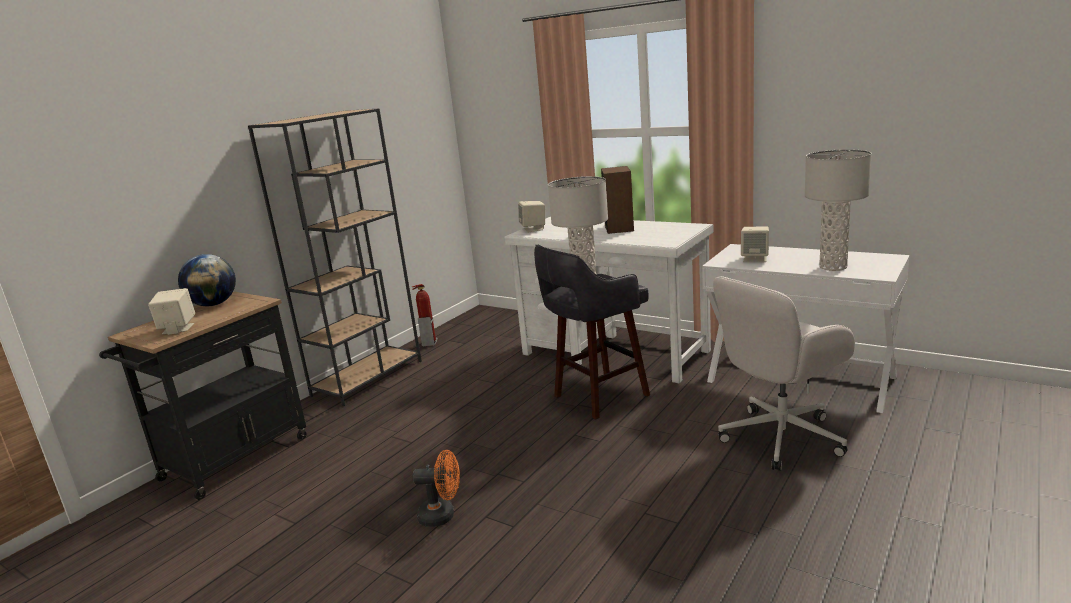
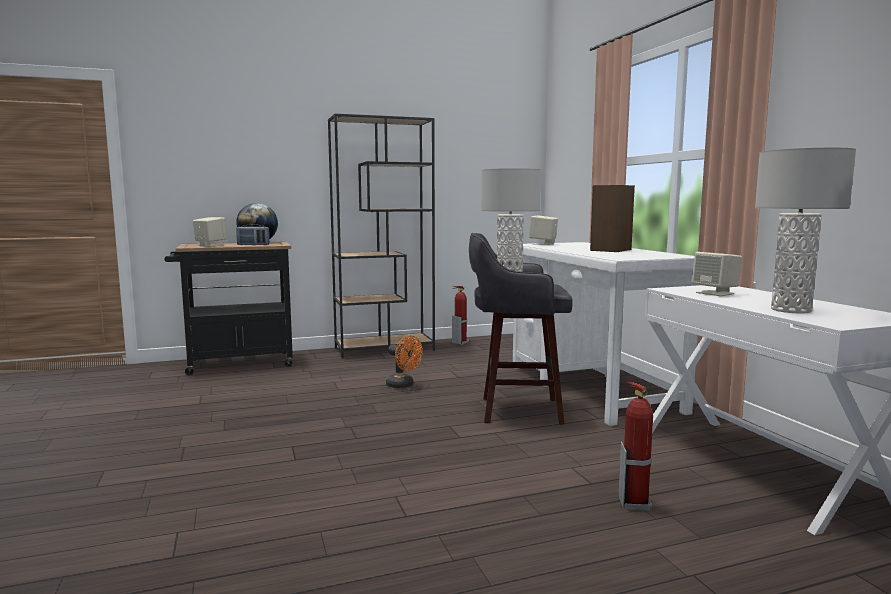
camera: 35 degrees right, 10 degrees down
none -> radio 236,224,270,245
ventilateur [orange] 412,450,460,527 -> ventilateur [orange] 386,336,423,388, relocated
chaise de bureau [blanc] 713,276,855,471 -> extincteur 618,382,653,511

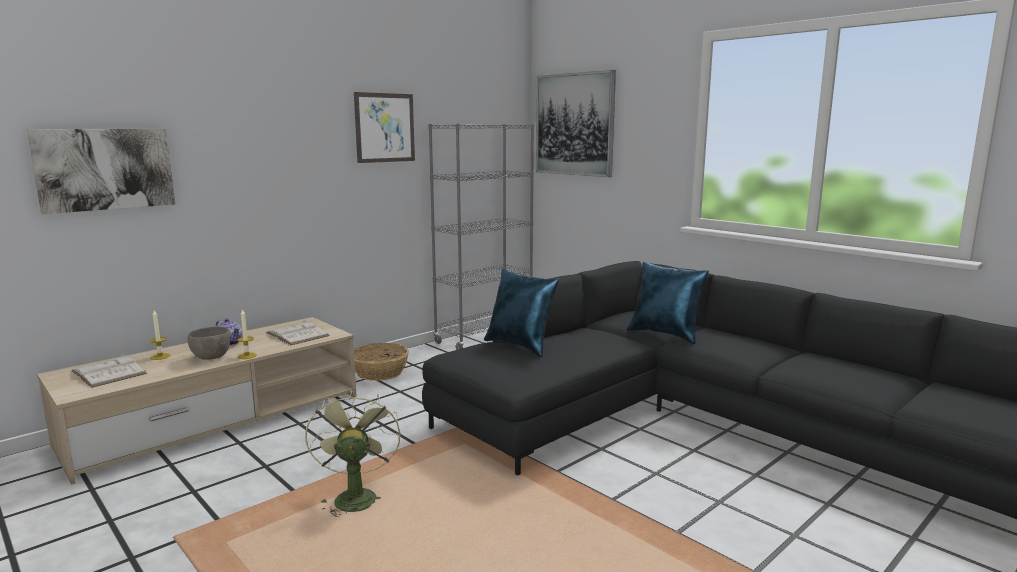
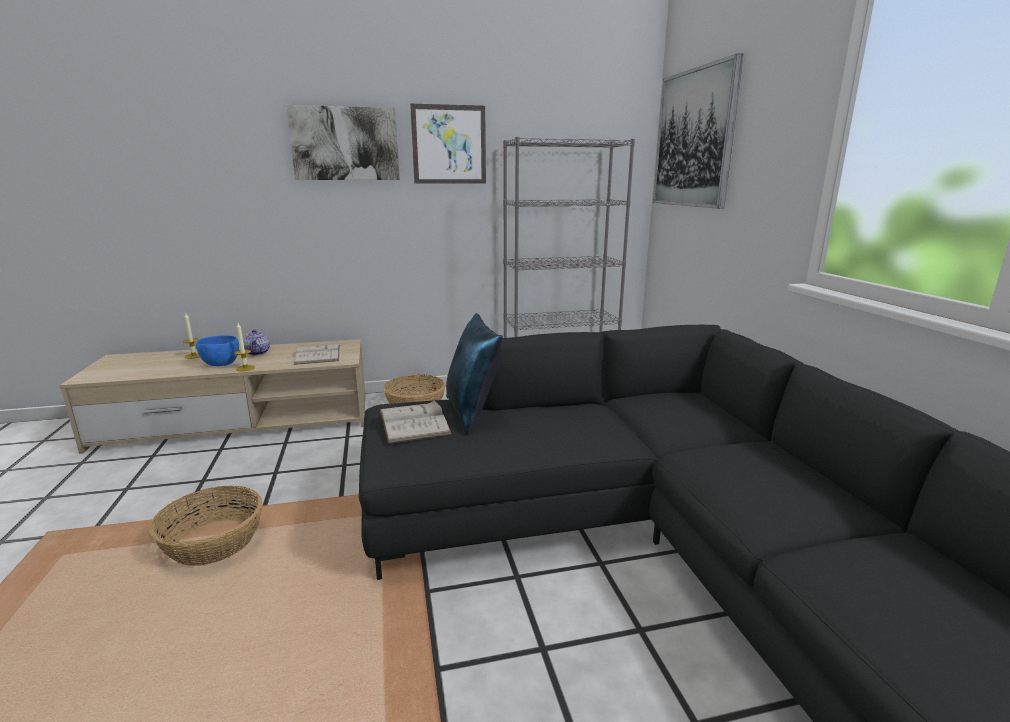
camera: 30 degrees right, 5 degrees up
coussin [bleu] 627,262,709,344 -> none
tableau 27,129,175,214 -> tableau 286,105,400,180, relocated
livre [blanc] 72,355,147,388 -> livre [blanc] 380,400,452,444, relocated
ventilateur [vert] 305,389,401,517 -> panier 149,485,262,566
bol [gris] 188,327,230,360 -> bol [bleu] 196,335,239,366

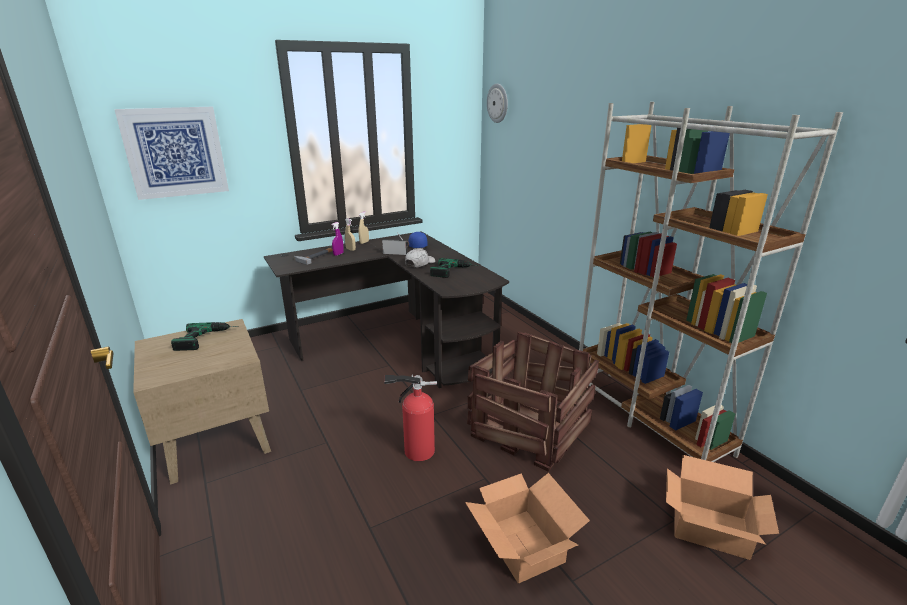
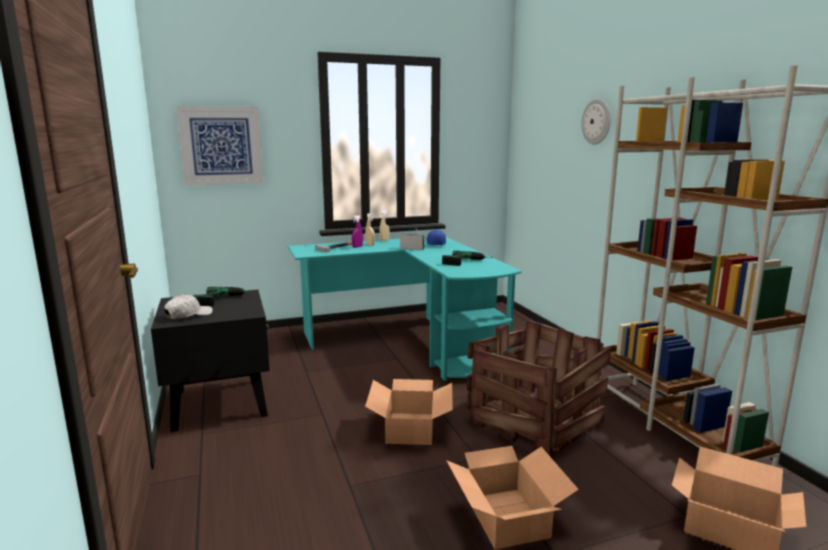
camera: 10 degrees right, 10 degrees down
casquette [blanc] 405,248,435,267 -> casquette [blanc] 164,295,213,319, relocated
horloge murale 487,84,508,123 -> horloge murale 581,98,611,145, relocated
extincteur 384,374,437,461 -> carton 365,379,453,445
table de chevet [beige] 133,319,271,485 -> table de chevet [noir] 151,290,270,432
bureau [noir] 264,231,509,388 -> bureau [turquoise] 288,237,522,381

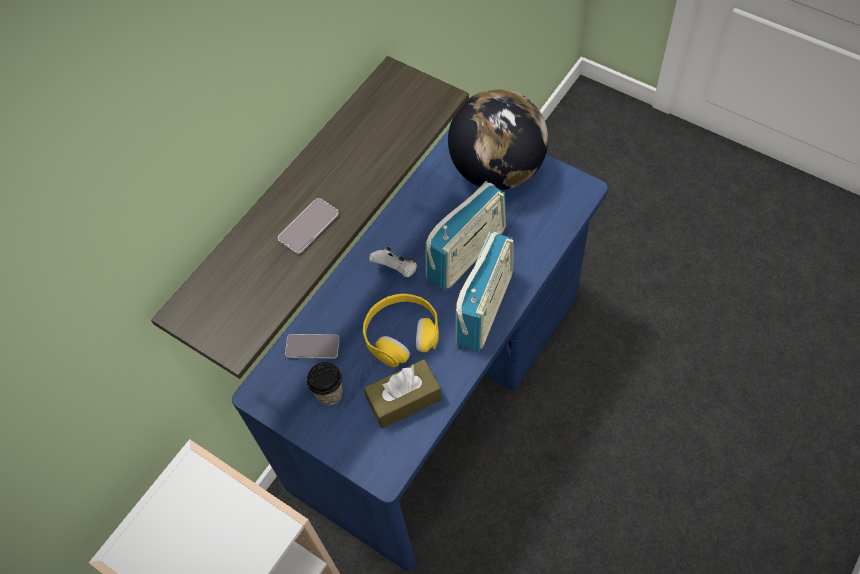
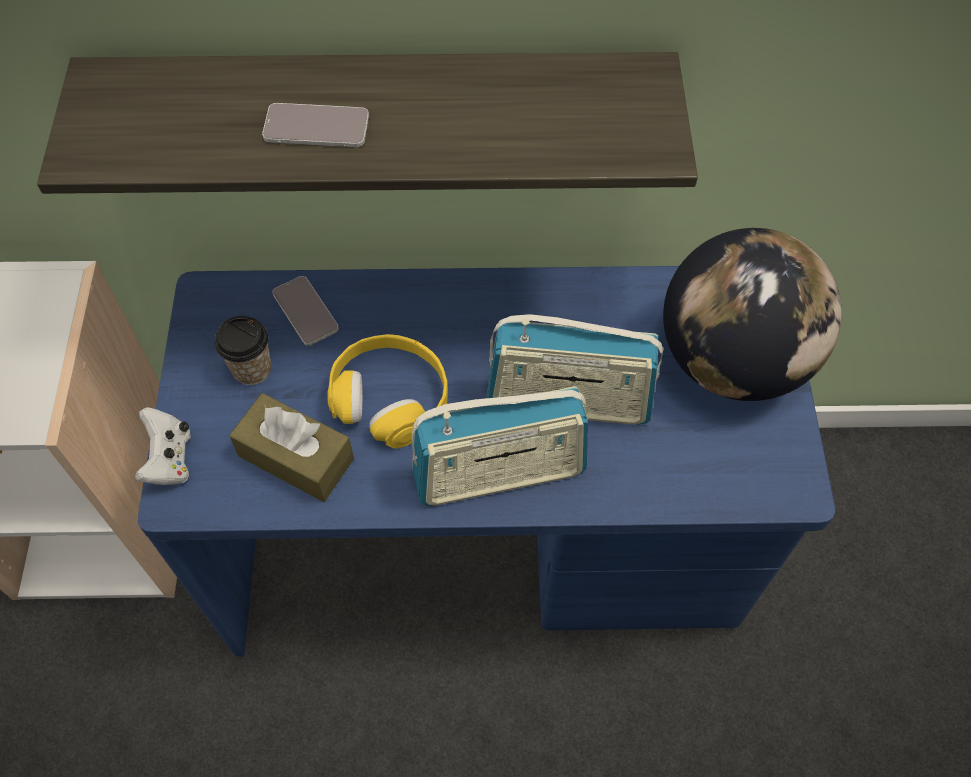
camera: 50 degrees right, 0 degrees up
manette [blanc] 369,247,417,277 -> manette [blanc] 134,407,191,485, relocated

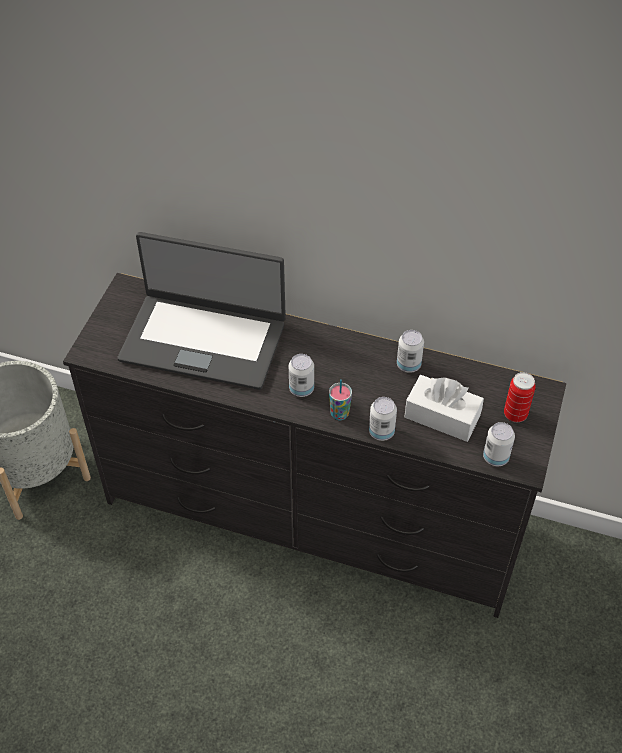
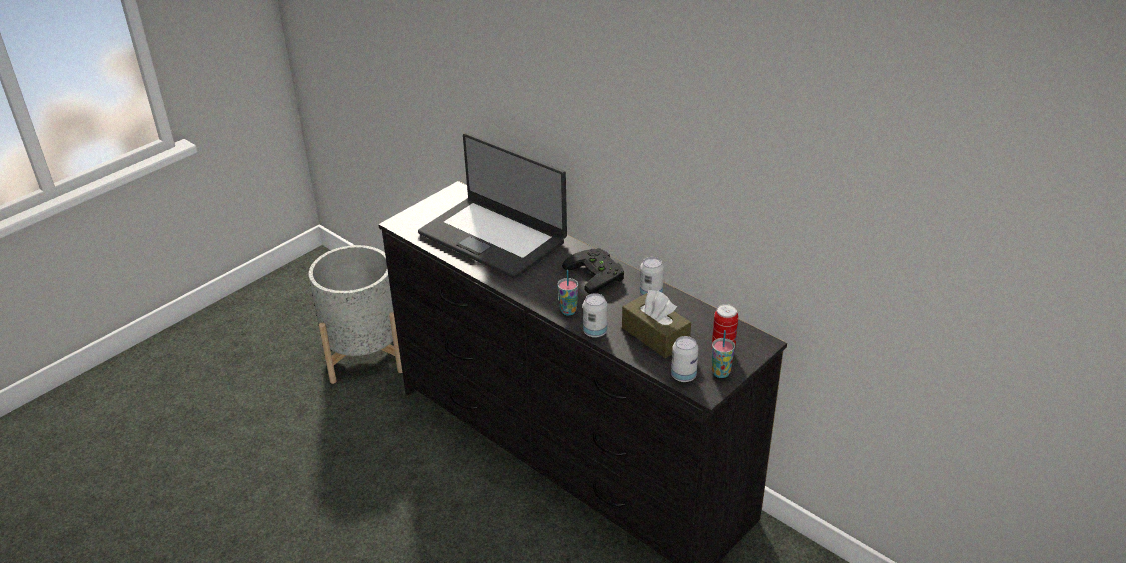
camera: 25 degrees right, 15 degrees down
boîte métallique 289,354,314,397 -> none
none -> manette [noir] 562,248,624,294
none -> tasse 712,330,735,378
boîte à mouchoirs [blanc] 404,375,484,442 -> boîte à mouchoirs [marron] 622,290,691,359

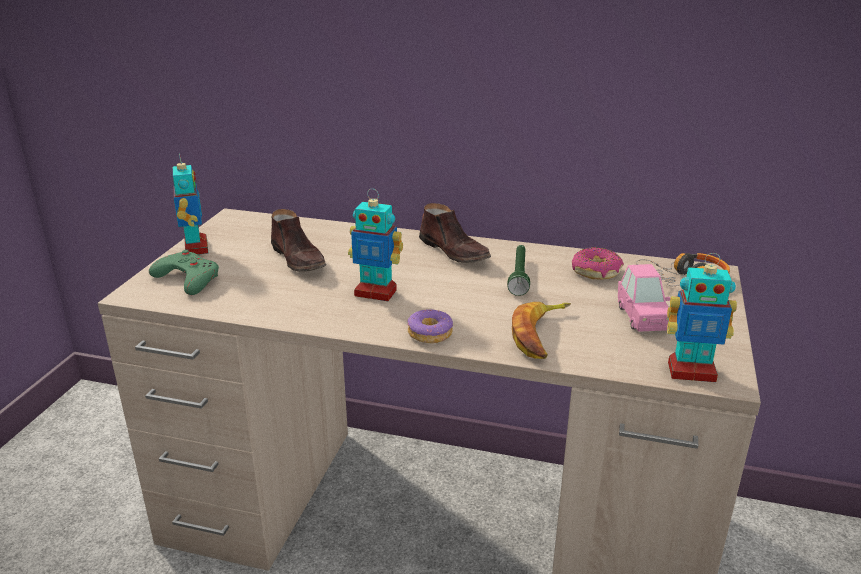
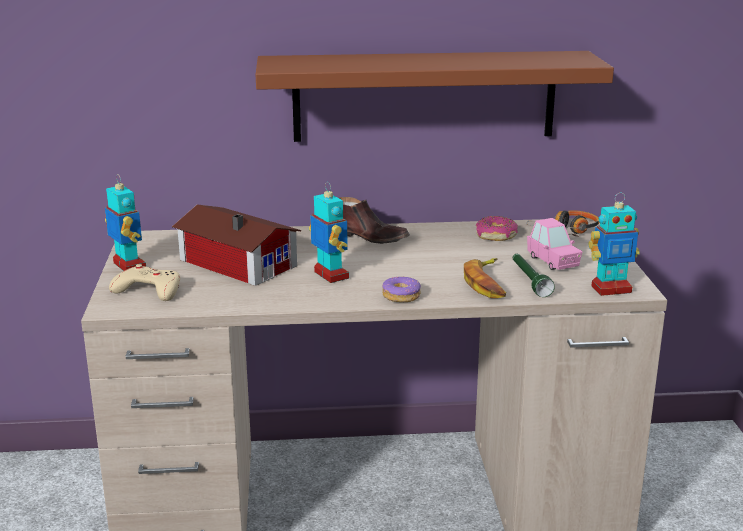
camera: 20 degrees left, 5 degrees down
none -> étagère [marron] 255,51,614,142
lampe de poche [vert] 507,245,530,296 -> lampe de poche [vert] 513,254,555,297, relocated
chaussure [marron] 271,209,326,272 -> maison miniature 172,204,301,286
manette [vert] 149,250,219,295 -> manette [beige] 109,264,180,301
robot jouet 348,189,403,301 -> robot jouet 309,182,349,283, 120 degrees counterclockwise

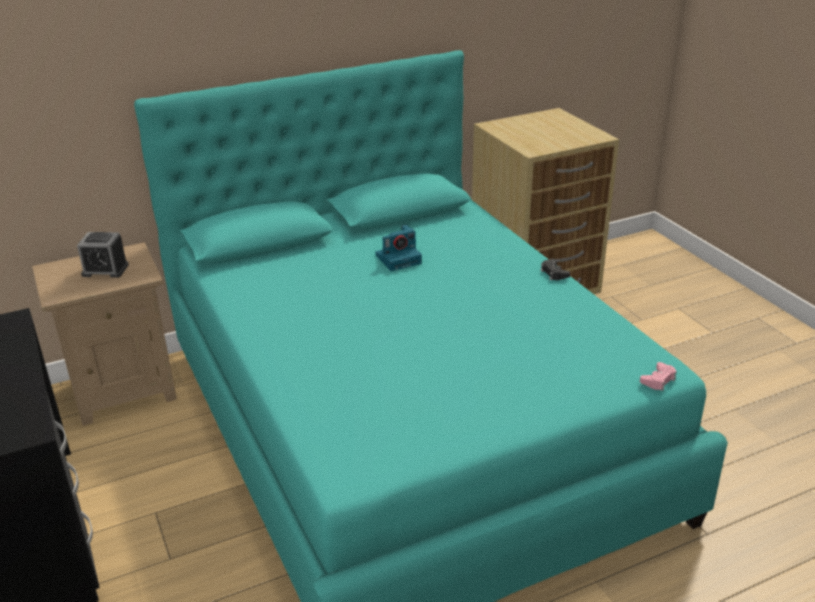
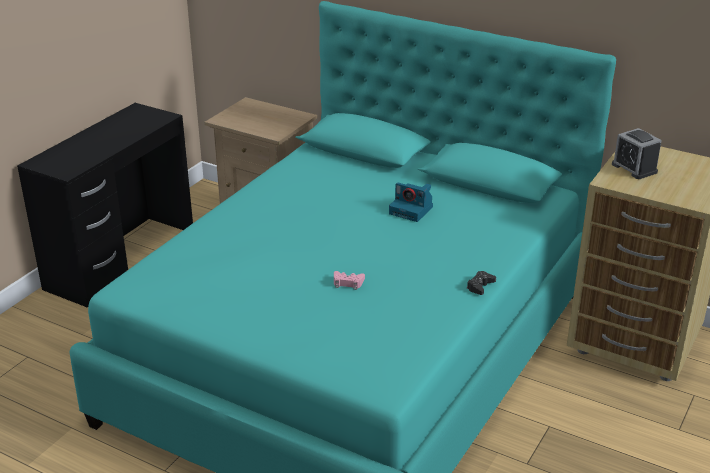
camera: 55 degrees right, 0 degrees up
réveil 77,232,129,278 -> réveil 612,128,662,179, relocated
manette [rose] 640,362,677,391 -> manette [rose] 334,271,365,290, relocated

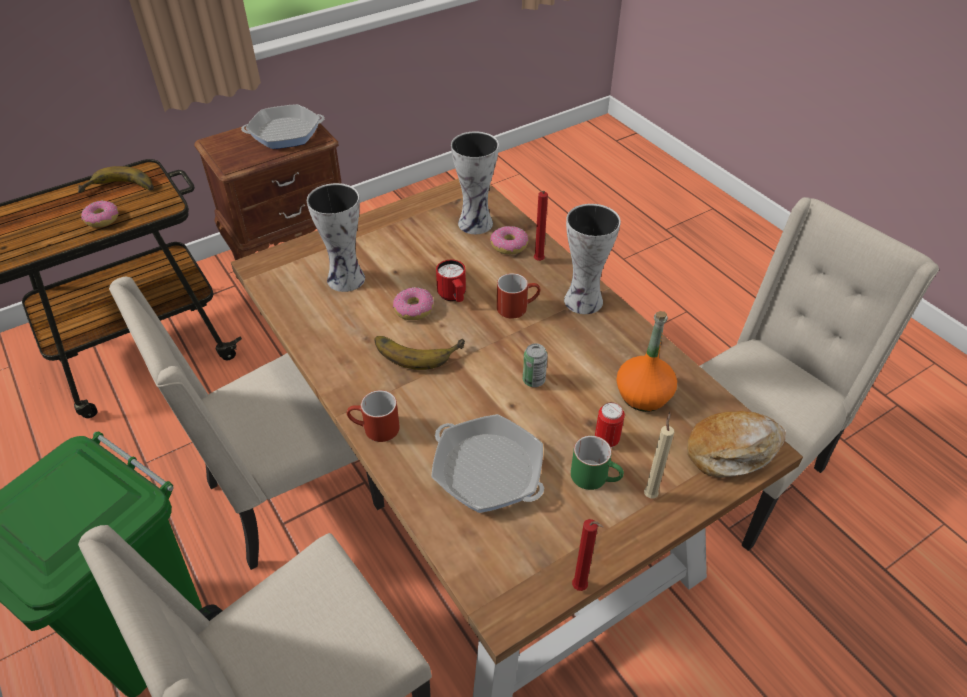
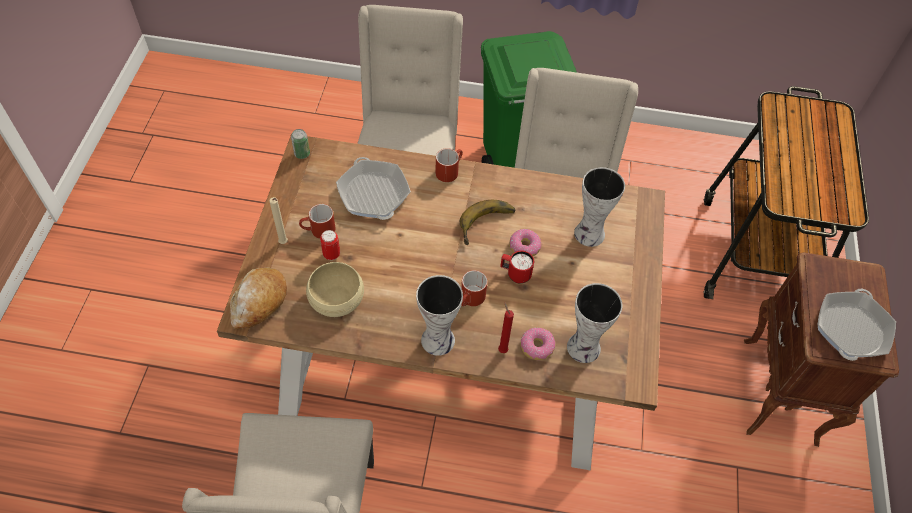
camera: 130 degrees right, 10 degrees up
banane 78,166,154,193 -> none
beignet 81,201,119,227 -> none
bougie [rouge] 572,519,604,591 -> none
boîte métallique 523,344,548,387 -> boîte métallique 291,129,310,159, relocated
bouteille [orange] 616,311,677,412 -> bol [beige] 306,262,364,317
mug [vert] 571,436,624,490 -> mug [rouge] 299,204,335,239
poêle 431,414,544,513 -> poêle 336,157,411,220, 75 degrees clockwise

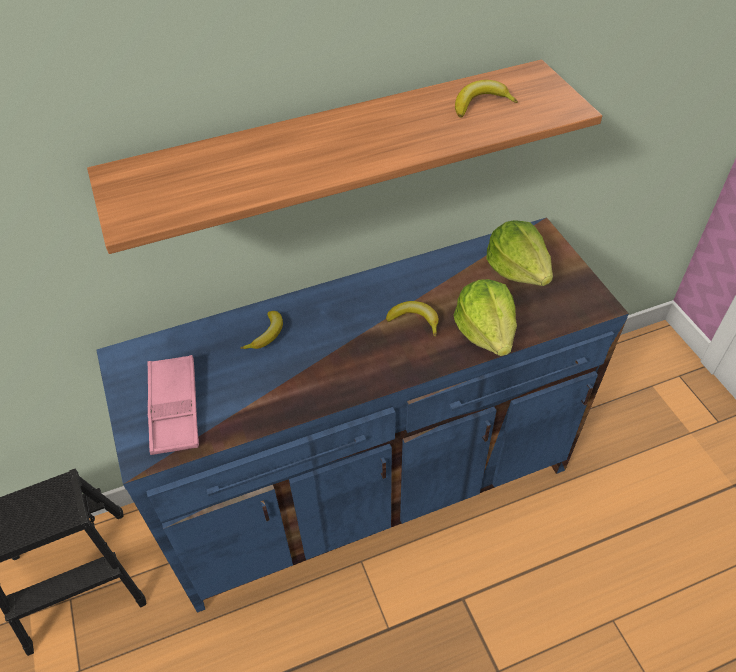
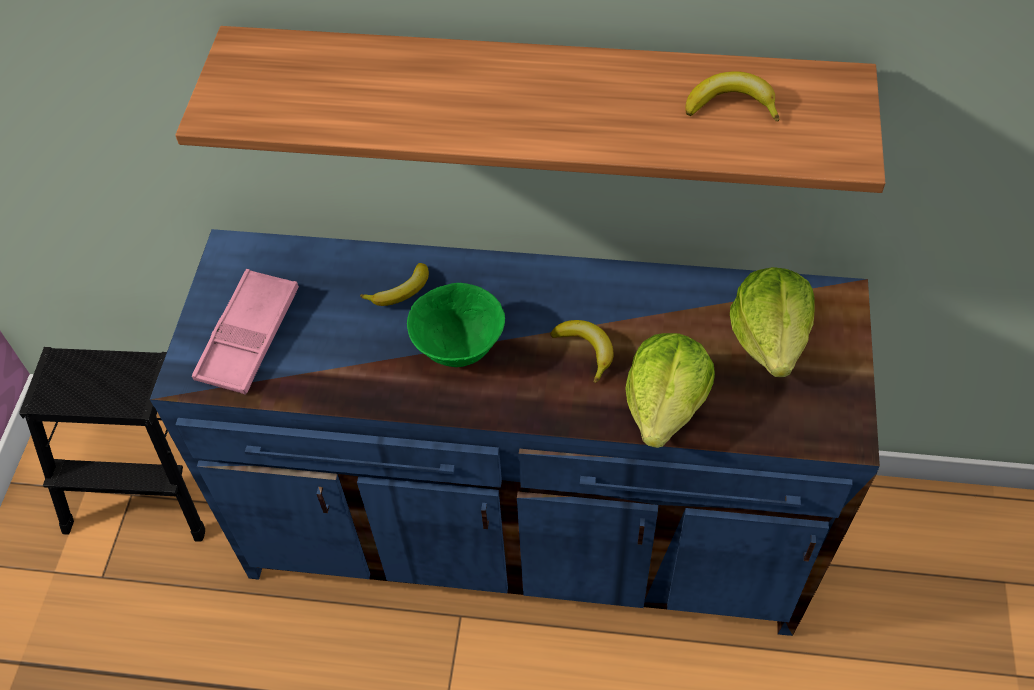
camera: 30 degrees right, 5 degrees up
none -> bol [vert] 407,283,505,367

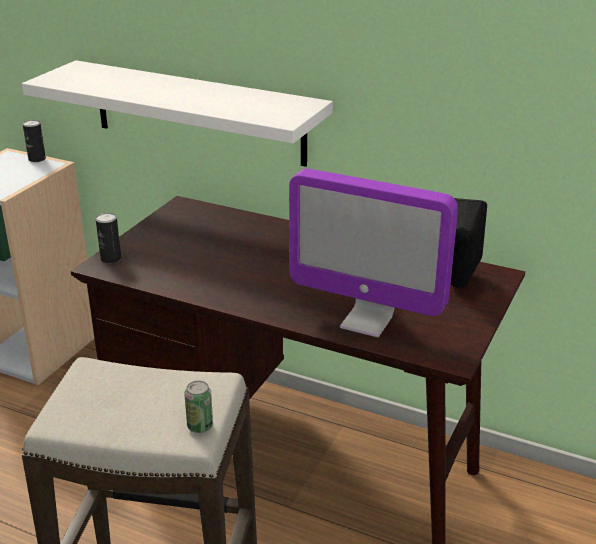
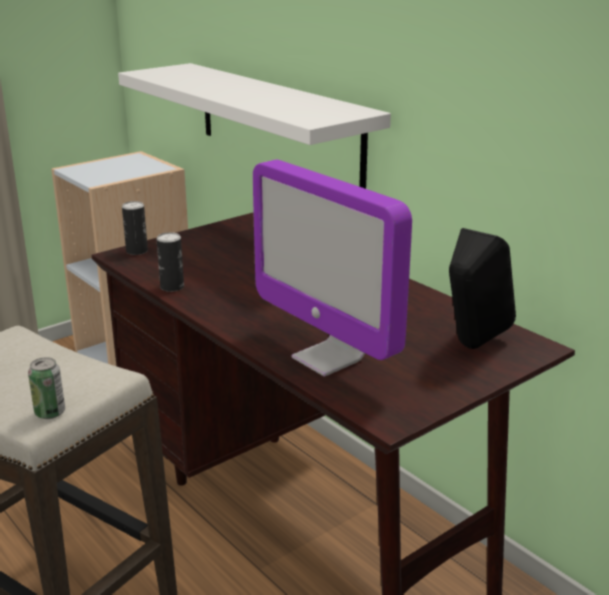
camera: 25 degrees right, 5 degrees down
boîte métallique 23,120,46,162 -> boîte métallique 157,232,184,292, relocated

